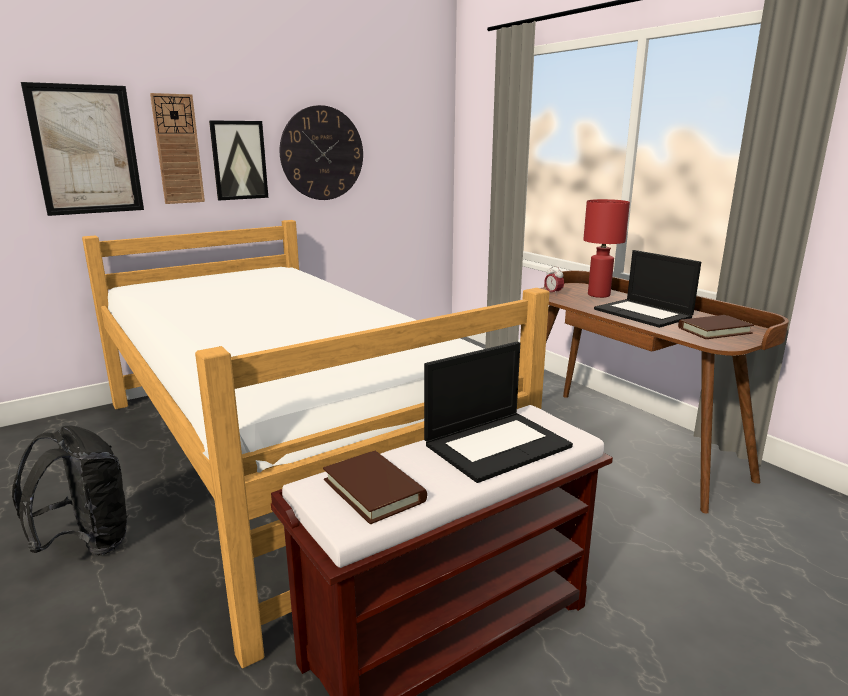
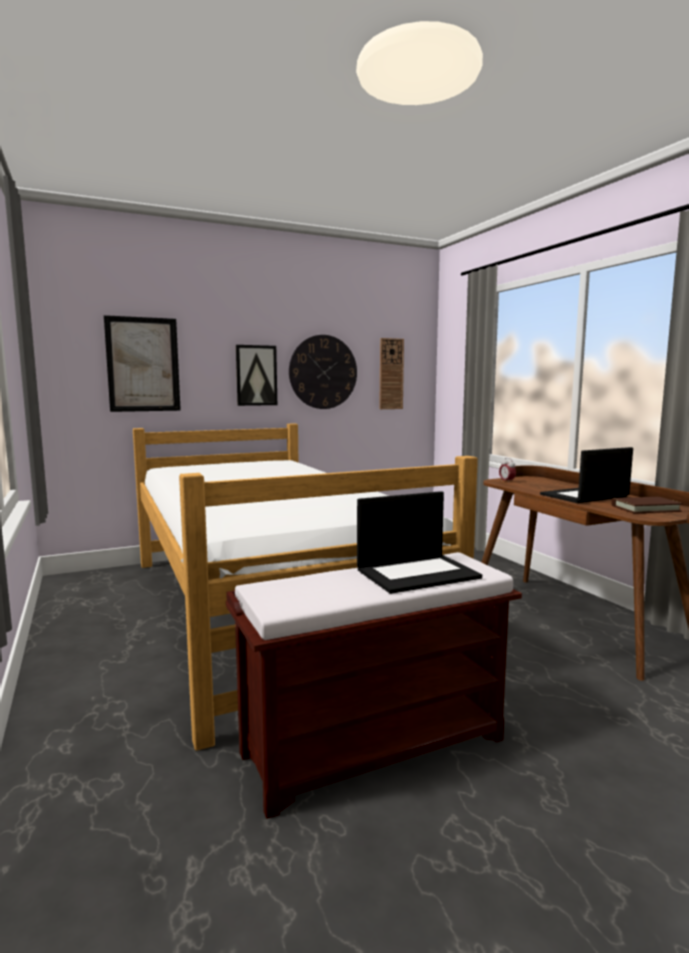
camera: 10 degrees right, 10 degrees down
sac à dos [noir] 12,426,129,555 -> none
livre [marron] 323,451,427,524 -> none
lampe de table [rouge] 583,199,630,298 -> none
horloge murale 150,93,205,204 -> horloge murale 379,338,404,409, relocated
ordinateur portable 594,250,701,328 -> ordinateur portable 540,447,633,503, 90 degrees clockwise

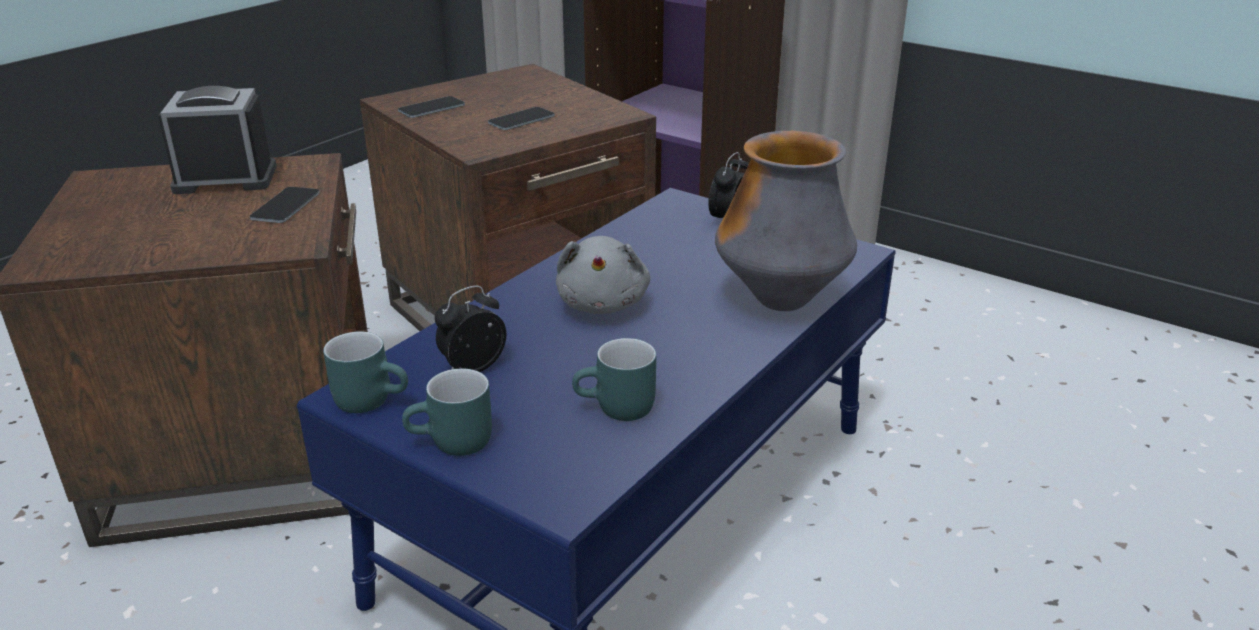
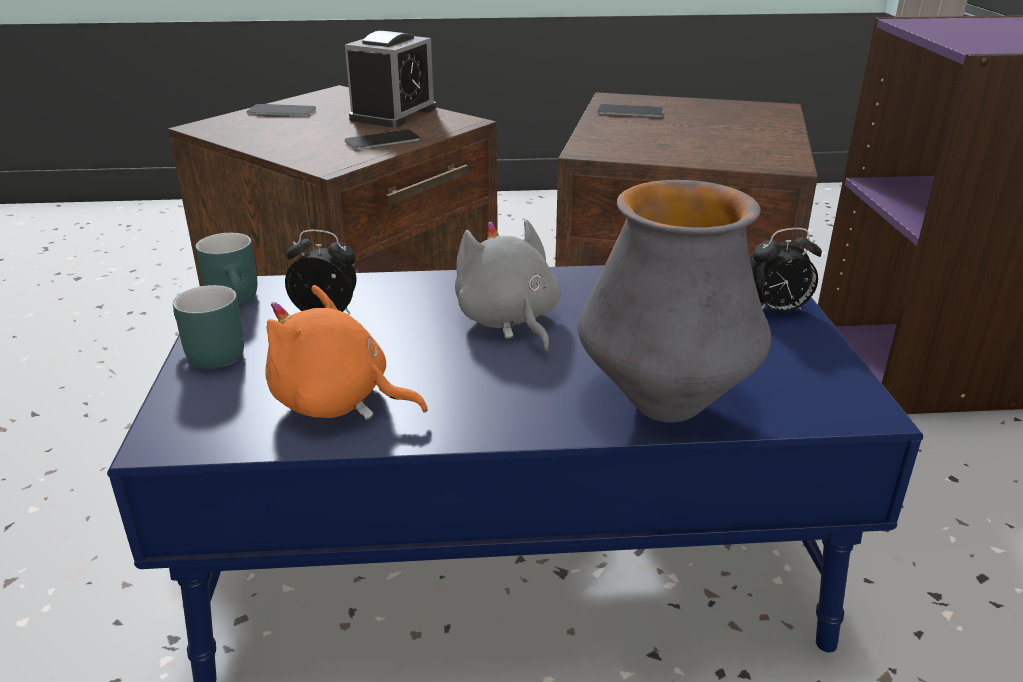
camera: 50 degrees right, 0 degrees up
téléphone 488,107,555,130 -> téléphone 247,104,316,116, relocated
mug [turquoise] 572,338,656,421 -> peluche [orange] 265,285,428,420
réveil 158,86,277,194 -> réveil 345,31,436,127, 75 degrees clockwise
peluche [gris] 556,236,650,314 -> peluche [gris] 455,219,561,352, 105 degrees clockwise

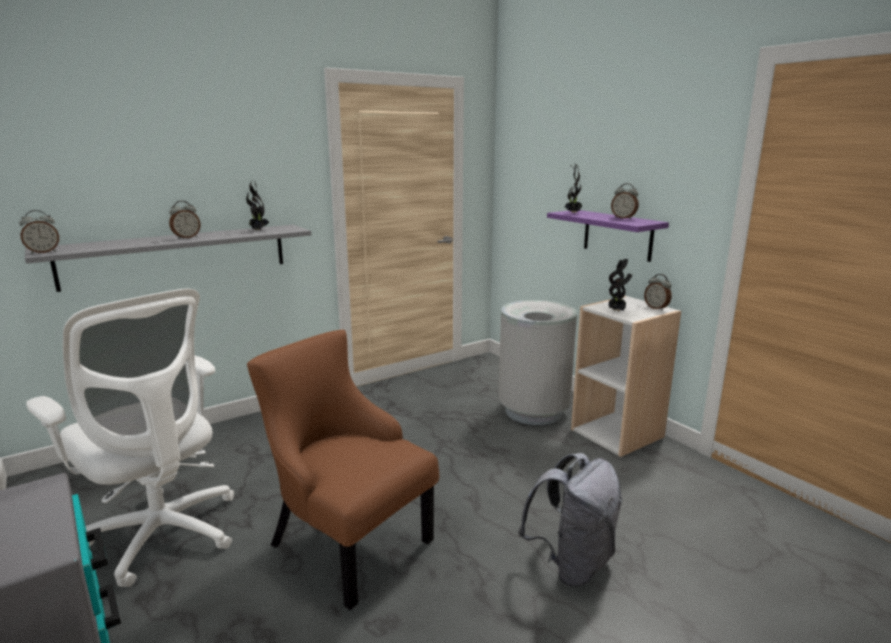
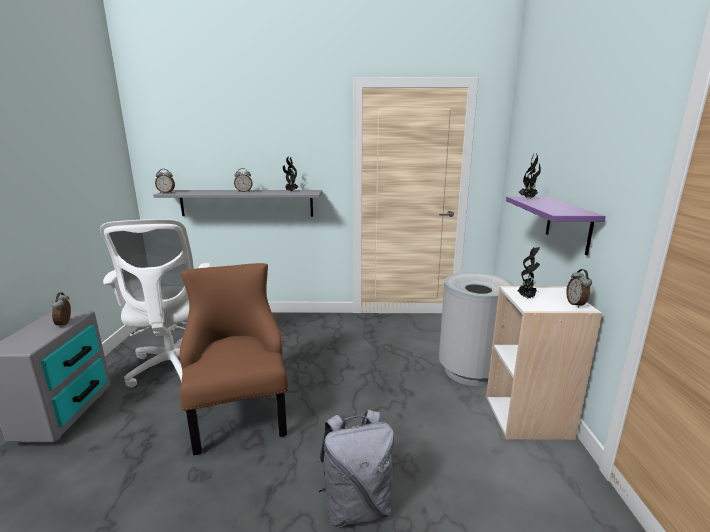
camera: 35 degrees right, 0 degrees up
réveil 611,183,639,219 -> réveil 51,292,71,328, relocated

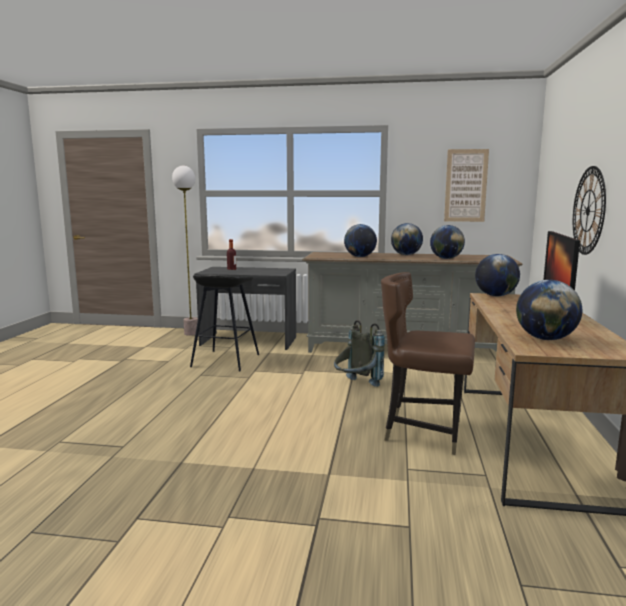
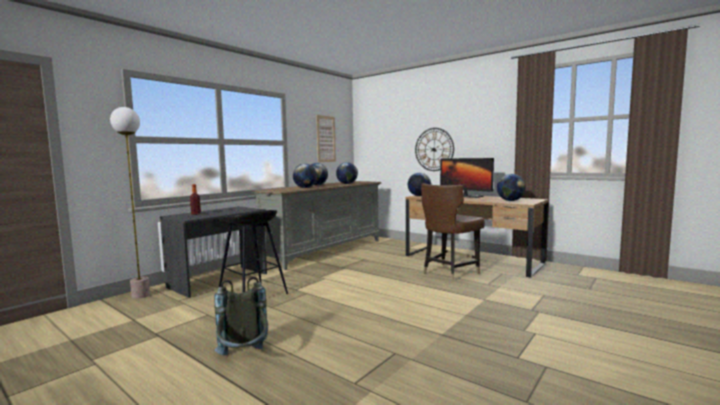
camera: 60 degrees left, 5 degrees down
sac à dos [gris] 334,320,385,387 -> sac à dos [gris] 214,277,268,355, relocated

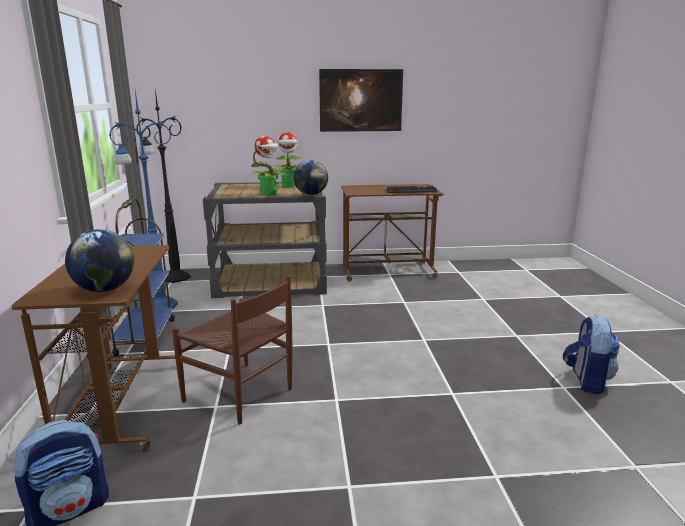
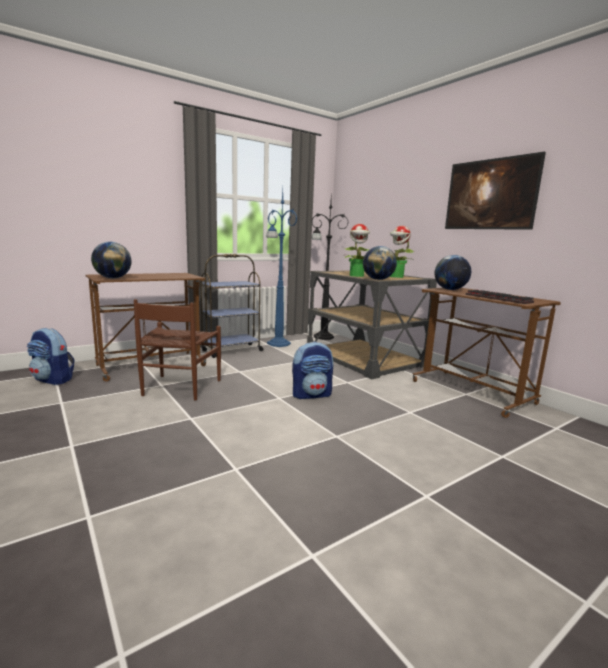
camera: 60 degrees right, 5 degrees down
none -> globe 434,255,471,290
sac à dos 563,315,620,395 -> sac à dos 292,342,333,399, relocated

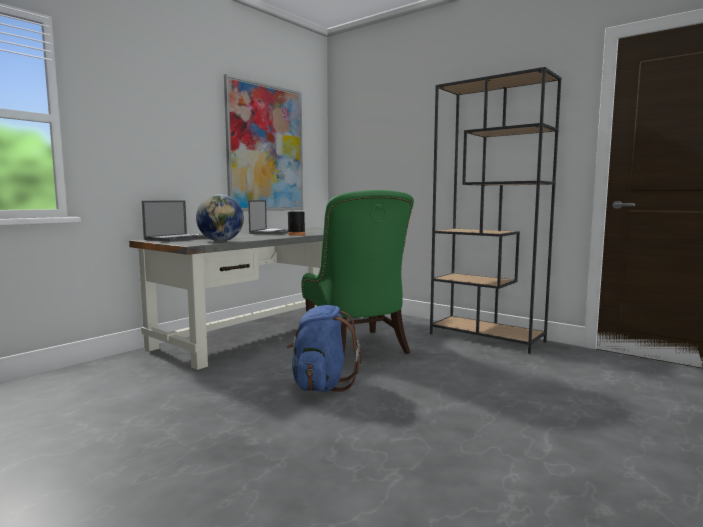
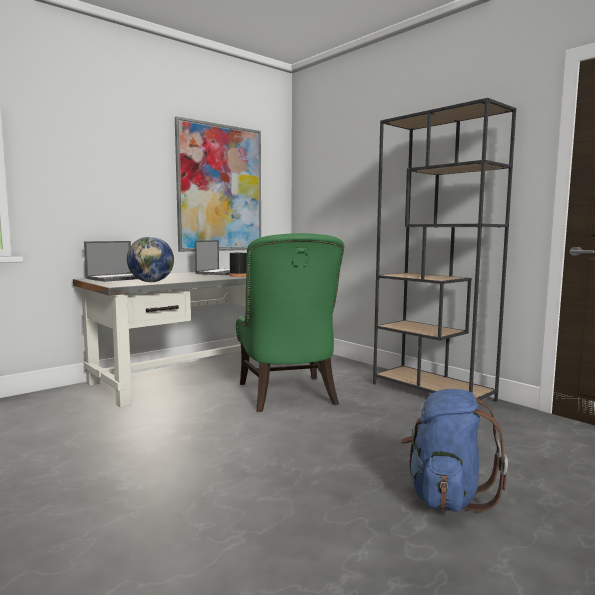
camera: 10 degrees right, 0 degrees up
sac à dos [bleu] 287,305,362,392 -> sac à dos [bleu] 401,389,508,512, relocated

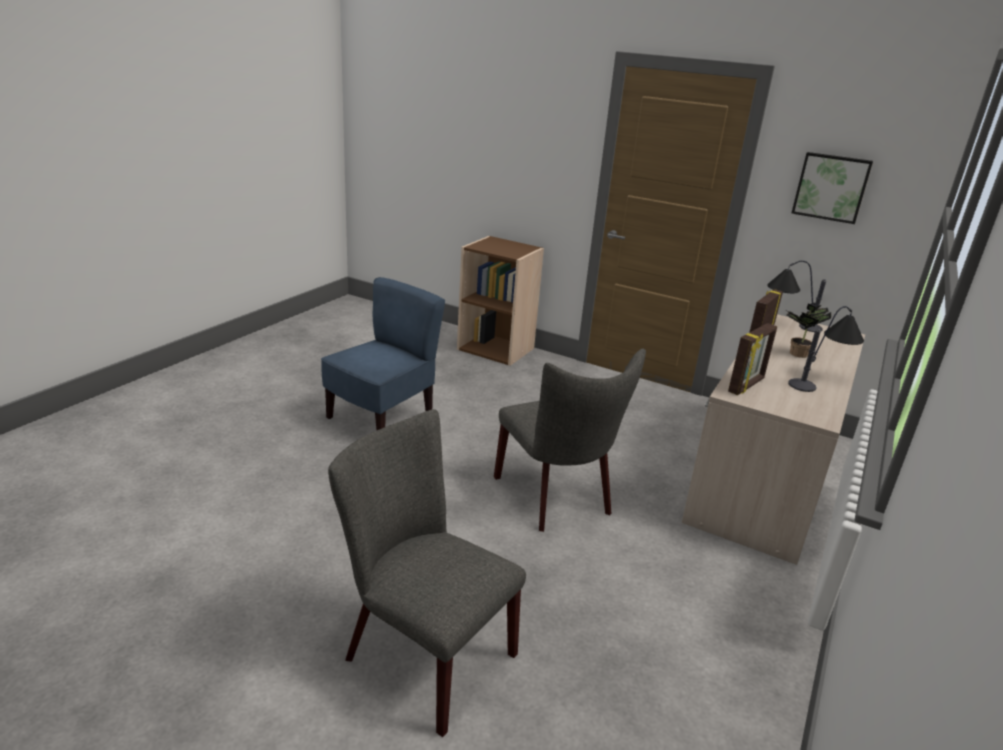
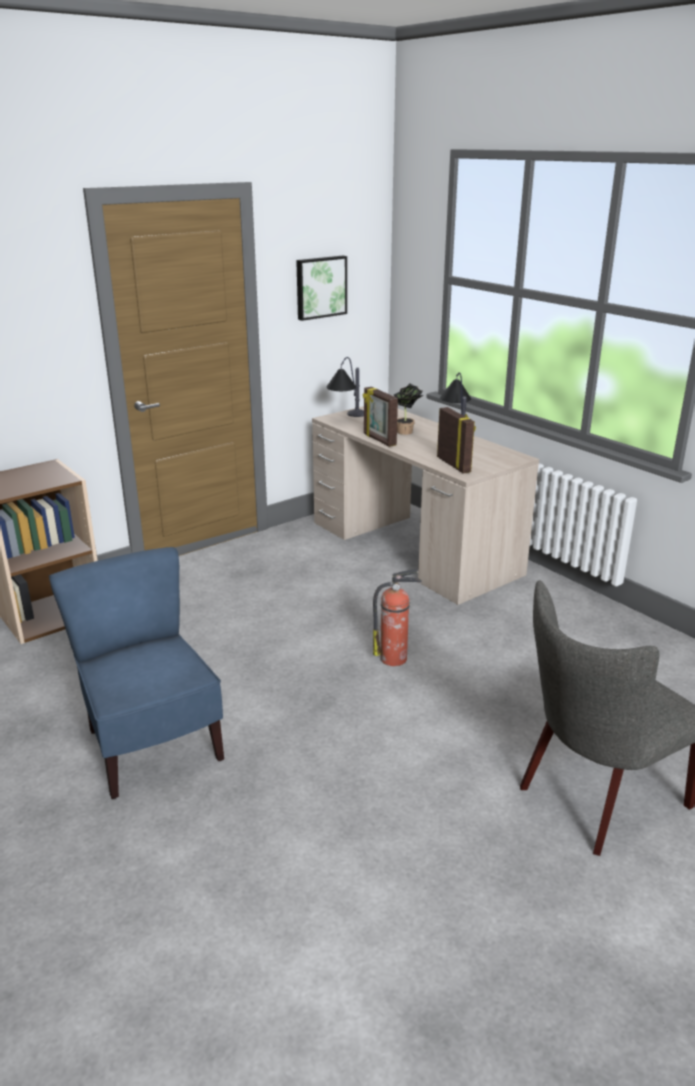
camera: 65 degrees left, 0 degrees up
chaise [gris] 494,349,646,532 -> extincteur 373,569,422,666

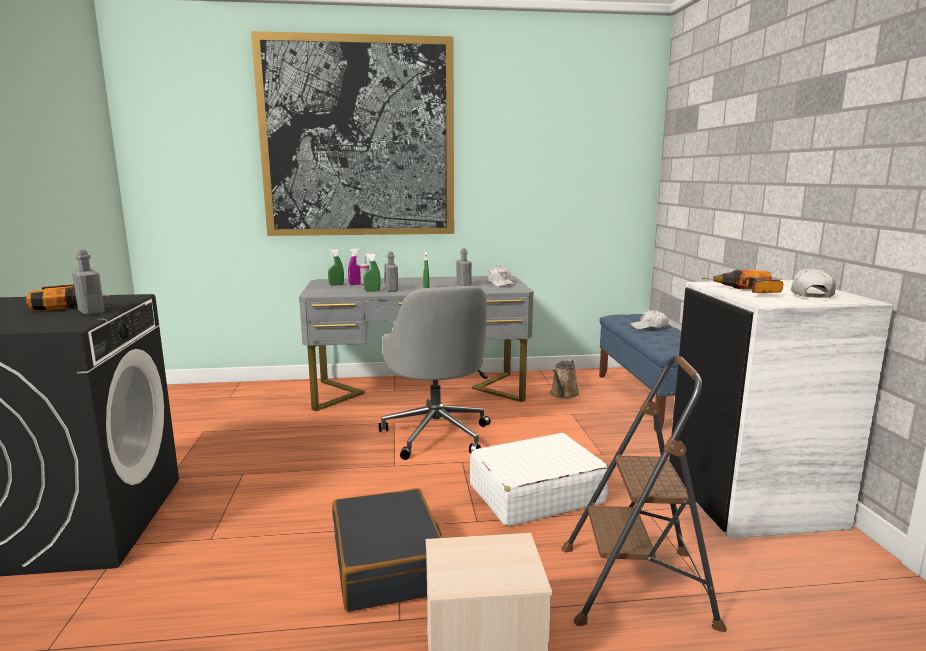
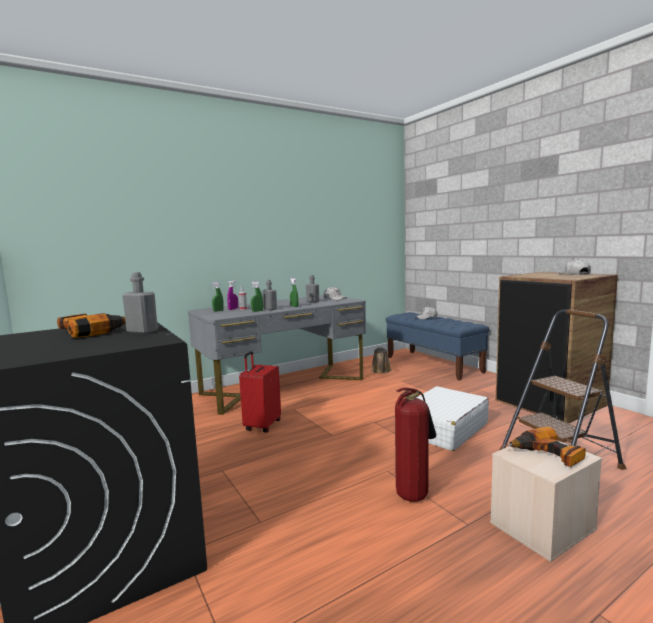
camera: 25 degrees left, 5 degrees down
tableau 251,31,454,236 -> none
chaise de bureau [gris] 379,286,491,460 -> none
none -> valise [rouge] 239,351,281,433
perceuse 701,270,783,293 -> perceuse 501,427,586,467, relocated
valise [noir] 332,488,442,612 -> extincteur 395,388,437,502
meuble de rangement [blanc] 669,280,893,539 -> meuble de rangement [marron] 496,272,618,424

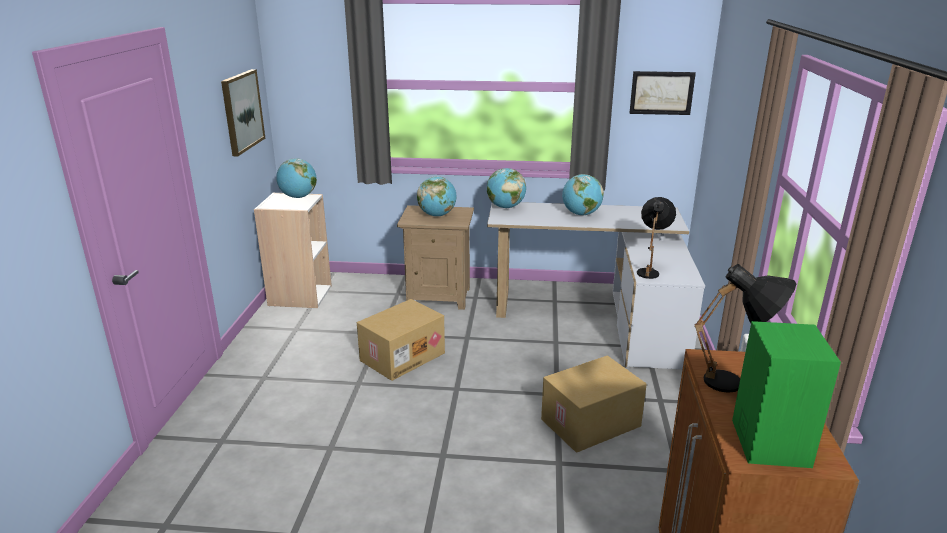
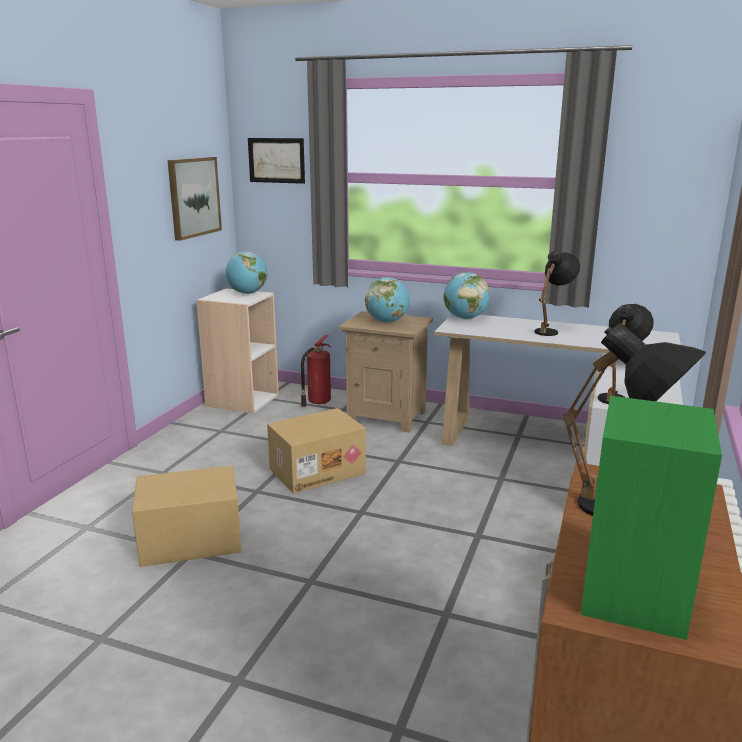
camera: 15 degrees right, 5 degrees down
none -> extincteur 301,335,331,407
carton 541,355,647,453 -> carton 132,466,242,567, relocated
tableau 629,71,696,115 -> tableau 248,138,305,184, relocated
globe 562,174,604,216 -> lampe de table [noir] 534,251,580,336

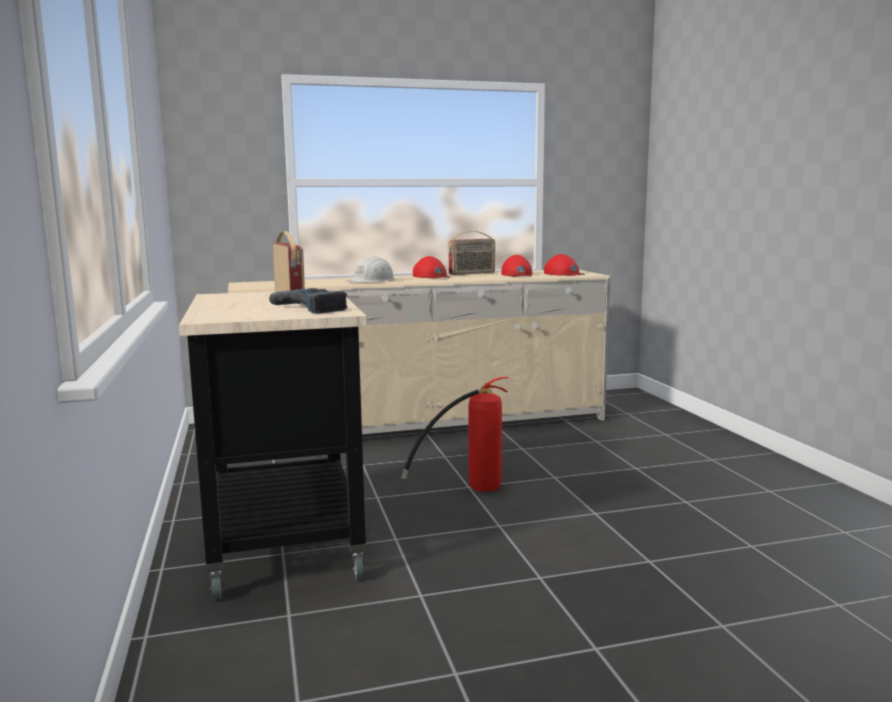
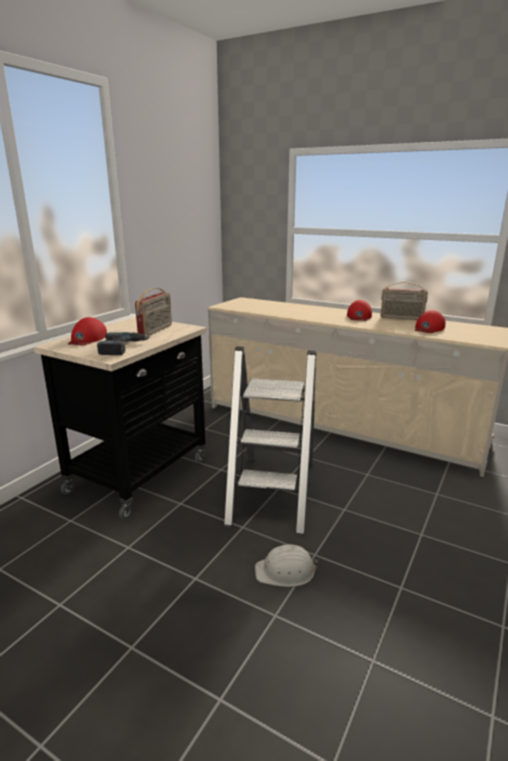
camera: 45 degrees right, 10 degrees up
casque de chantier [blanc] 347,256,395,283 -> casque de chantier [blanc] 255,544,318,587, relocated
casquette [rouge] 544,254,585,276 -> casquette [rouge] 68,317,107,345, relocated
extincteur 401,377,509,492 -> escabeau [gris] 224,346,317,536

